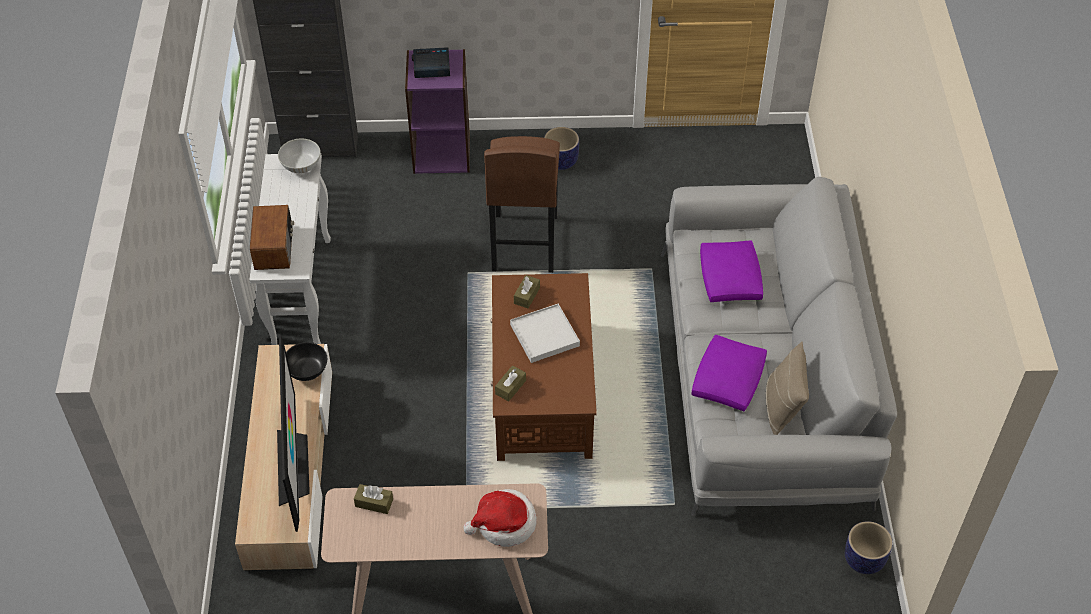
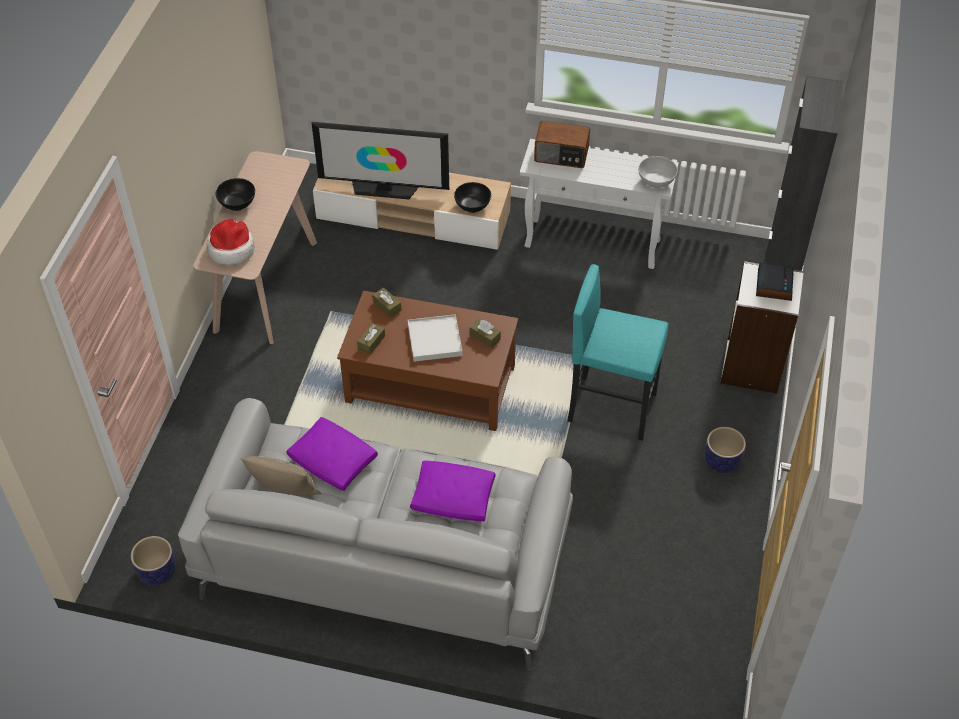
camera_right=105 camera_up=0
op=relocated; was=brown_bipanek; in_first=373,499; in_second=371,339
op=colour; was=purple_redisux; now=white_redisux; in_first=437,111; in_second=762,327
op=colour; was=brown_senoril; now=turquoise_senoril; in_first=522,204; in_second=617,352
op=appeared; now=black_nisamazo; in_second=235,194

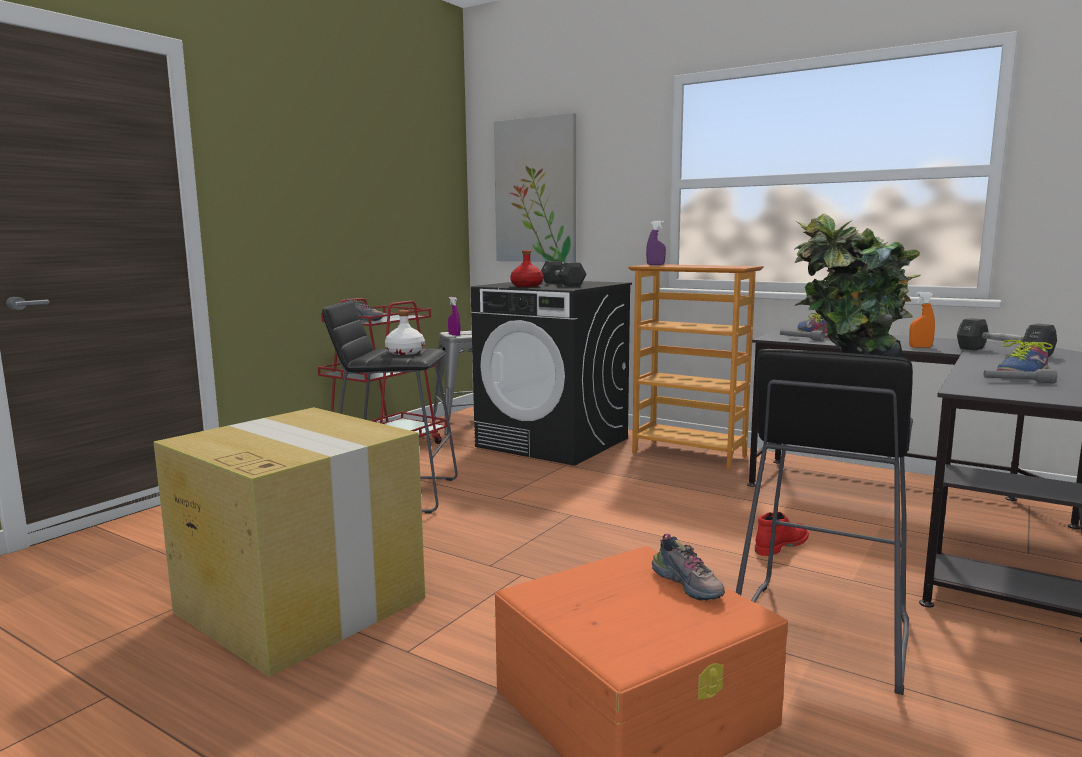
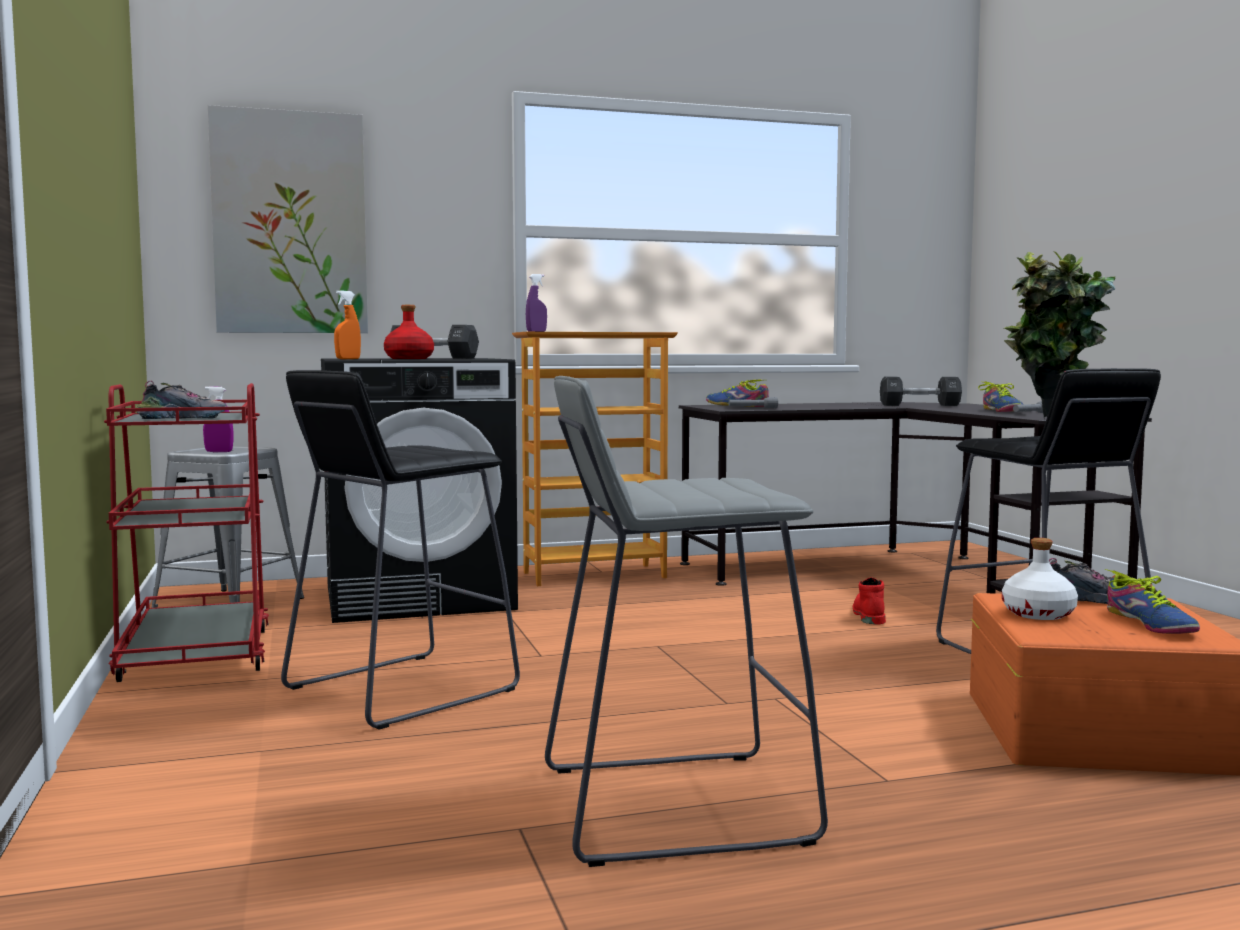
camera_right=-50 camera_up=-5
op=exchanged; was=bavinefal; now=grey_senoril; in_first=289,542; in_second=686,621
op=relocated; was=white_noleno; in_first=405,332; in_second=1040,579
op=relocated; was=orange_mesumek; in_first=922,320; in_second=347,324
op=appeared; now=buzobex; in_second=1152,601

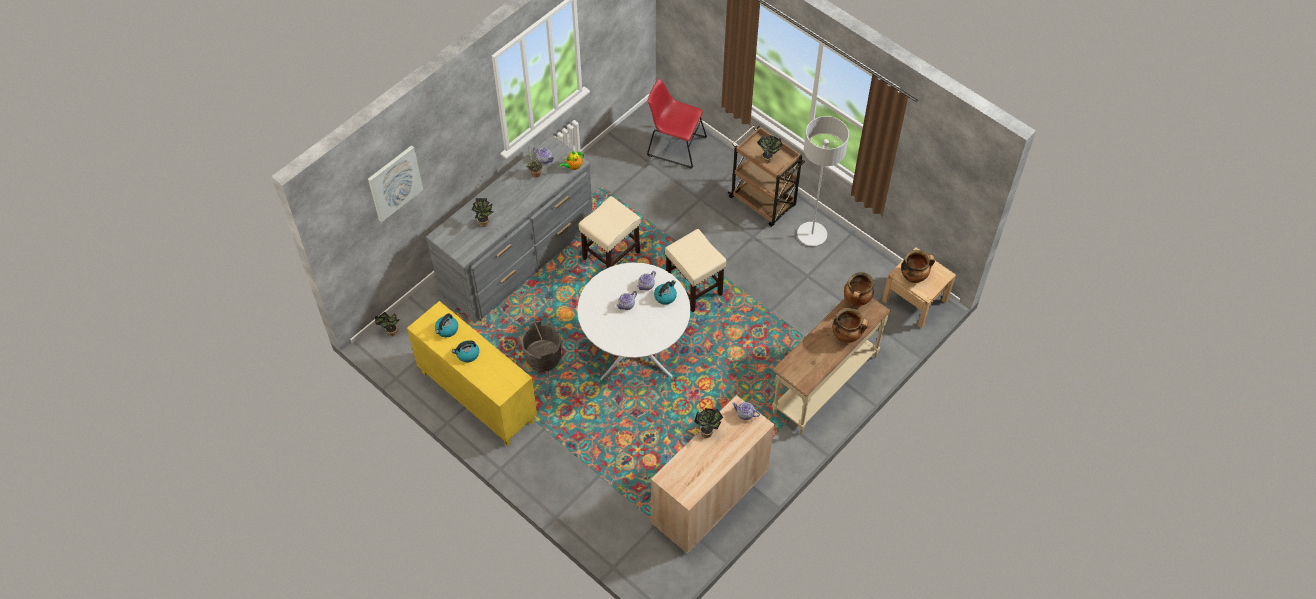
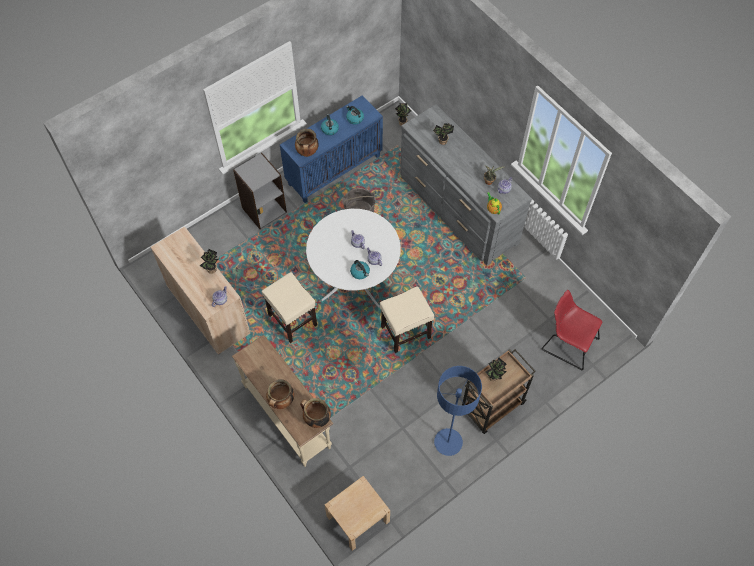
camera_right=100 camera_up=5
op=missing; was=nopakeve; in_first=395,183
op=colour; was=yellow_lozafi; now=blue_lozafi; in_first=472,373; in_second=331,149
op=relocated; was=beige_senoril; in_first=609,232; in_second=289,307
op=spun; was=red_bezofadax; in_first=677,124; in_second=571,330; clockwise=-90
op=colour; was=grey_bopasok; now=blue_bopasok; in_first=823,181; in_second=458,411
op=relocated; was=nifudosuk; in_first=918,266; in_second=307,143
op=appeared; now=grey_redisux; in_second=260,191

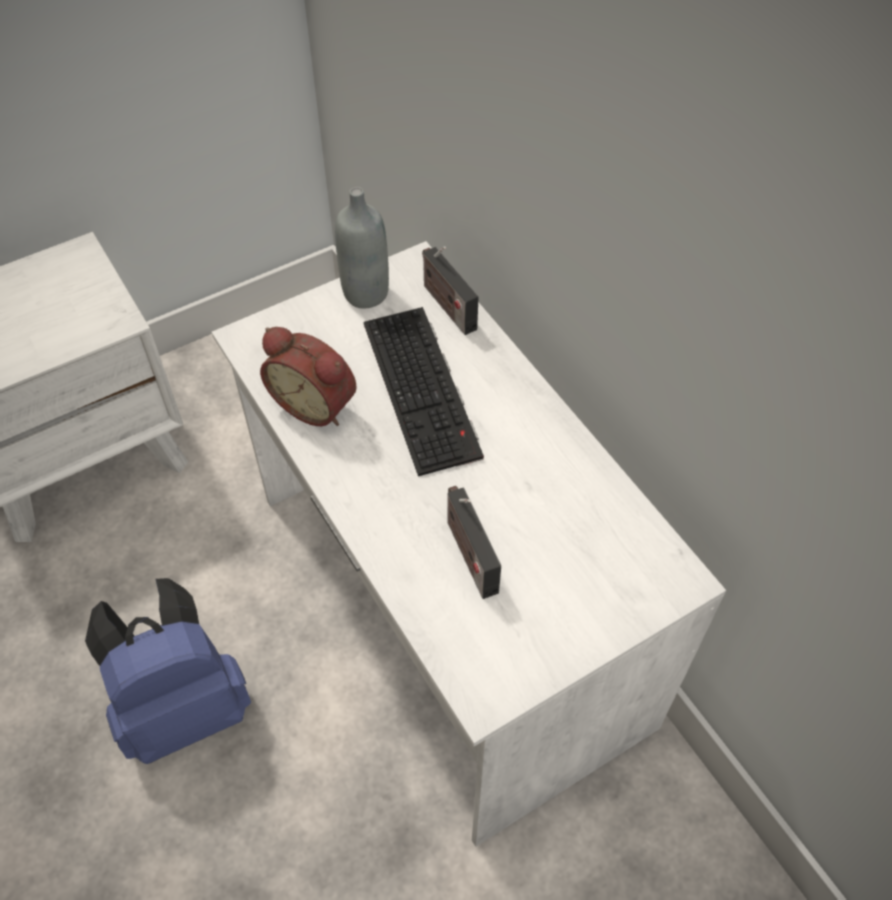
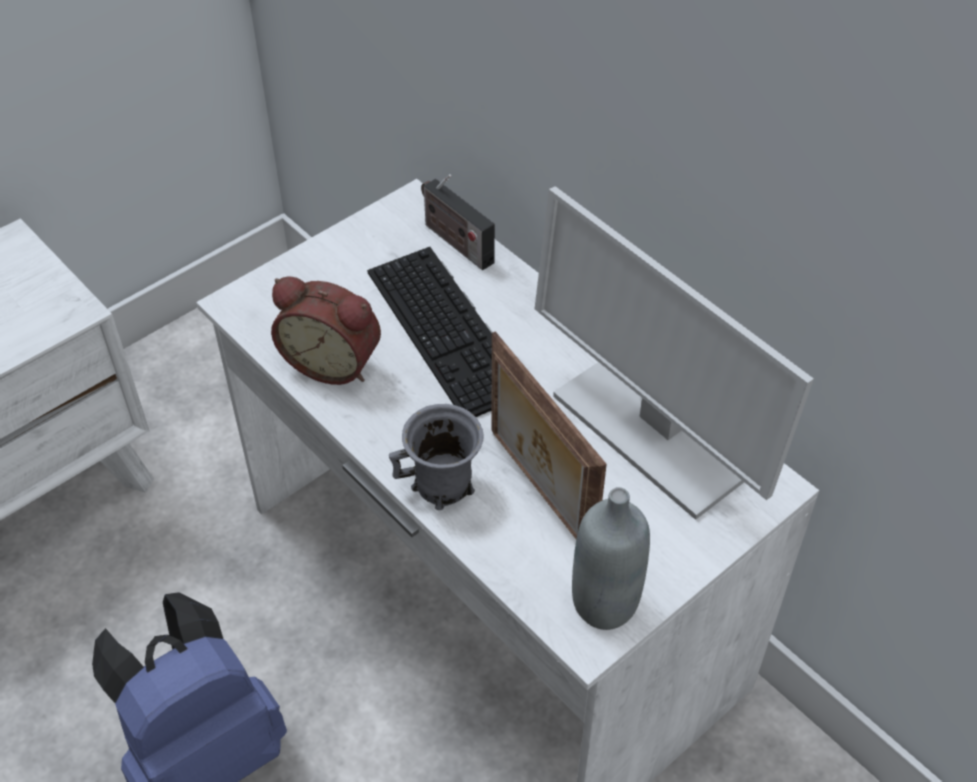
camera_right=-10 camera_up=-5
op=relocated; was=grey_noleno; in_first=362,248; in_second=611,558
op=exchanged; was=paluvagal; now=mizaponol; in_first=474,542; in_second=549,435
op=appeared; now=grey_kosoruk; in_second=436,457
op=appeared; now=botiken; in_second=674,353

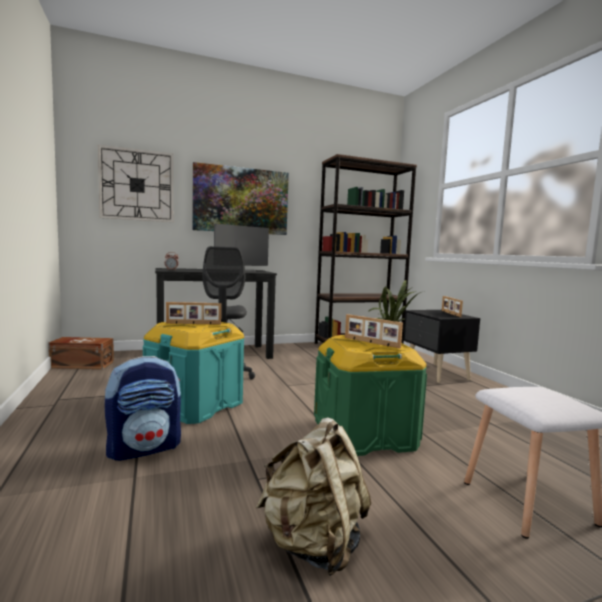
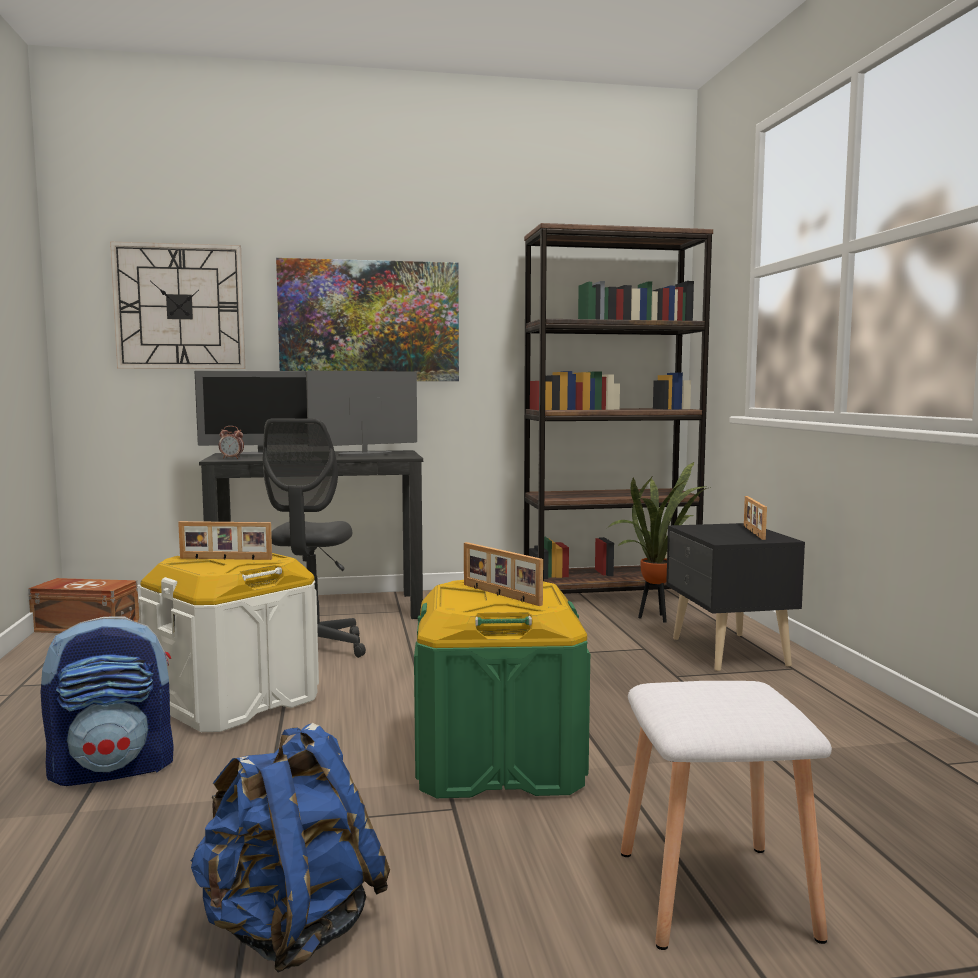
camera_right=10 camera_up=0
op=colour; was=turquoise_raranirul; now=white_raranirul; in_first=193,373; in_second=229,642
op=colour; was=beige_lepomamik; now=blue_lepomamik; in_first=313,496; in_second=290,847
op=appeared; now=botiken; in_second=251,414

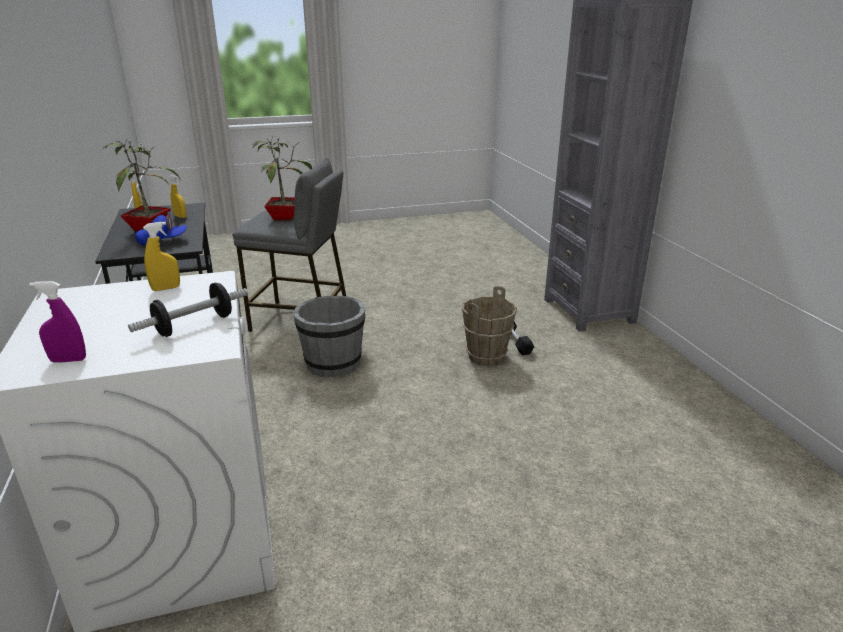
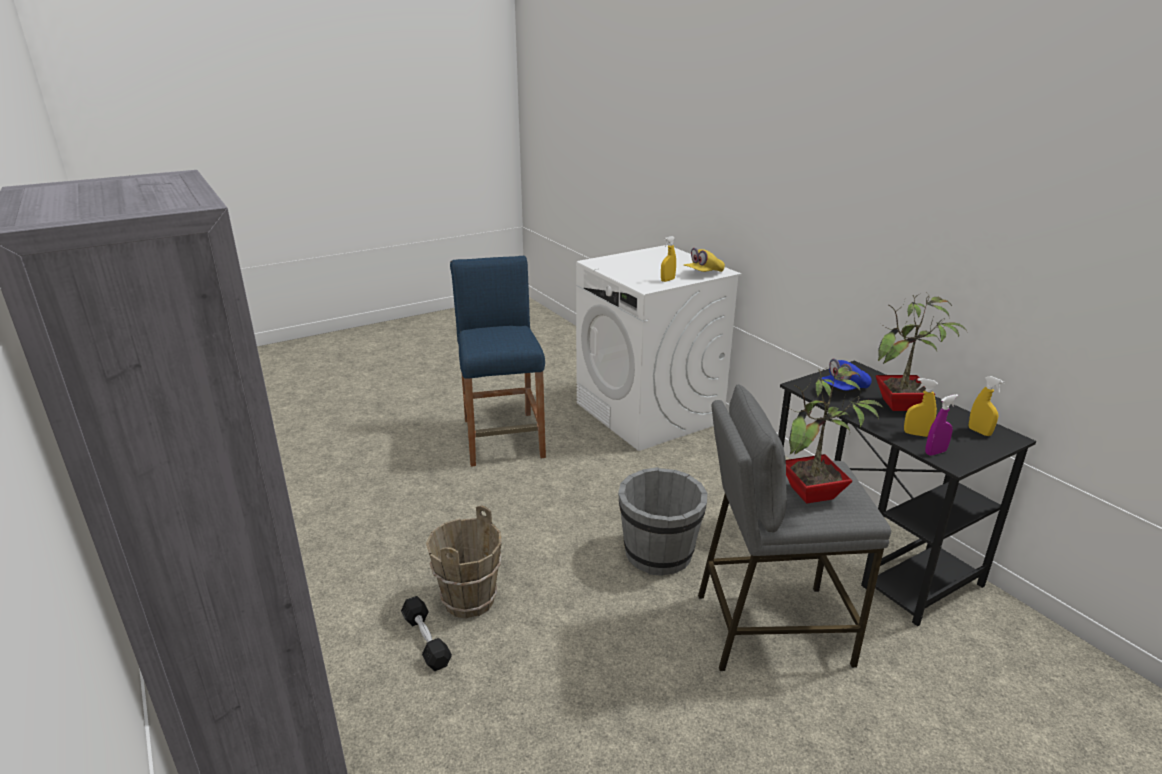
camera_right=165 camera_up=0
op=relocated; was=purple_mesumek; in_first=57,322; in_second=941,424
op=missing; was=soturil; in_first=188,310
op=appeared; now=blue_senoril; in_second=498,361
op=appeared; now=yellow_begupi; in_second=704,260

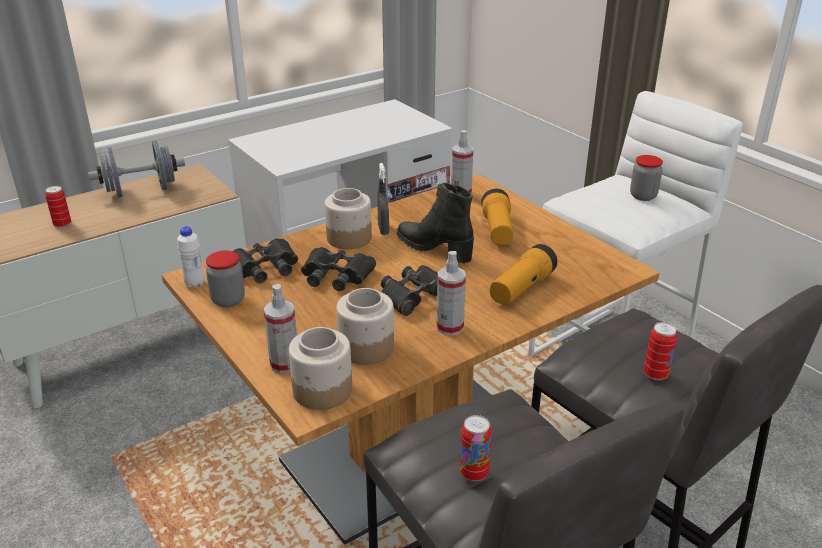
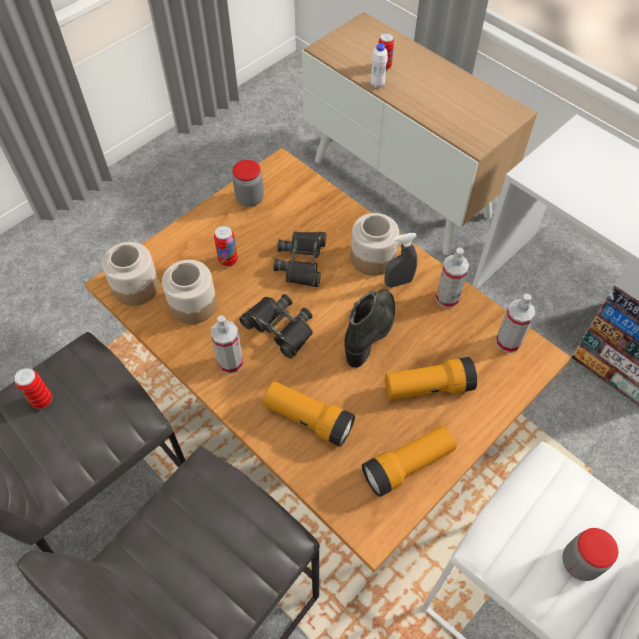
camera_right=80 camera_up=25
op=missing; was=grey_soturil; in_first=136,169
op=relocated; was=white_noleno; in_first=191,257; in_second=379,65
op=missing; was=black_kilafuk; in_first=265,260
op=relocated; was=mesumek; in_first=280,328; in_second=452,278
op=relocated; was=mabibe; in_first=660,351; in_second=226,246
op=appeared; now=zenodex; in_second=409,461

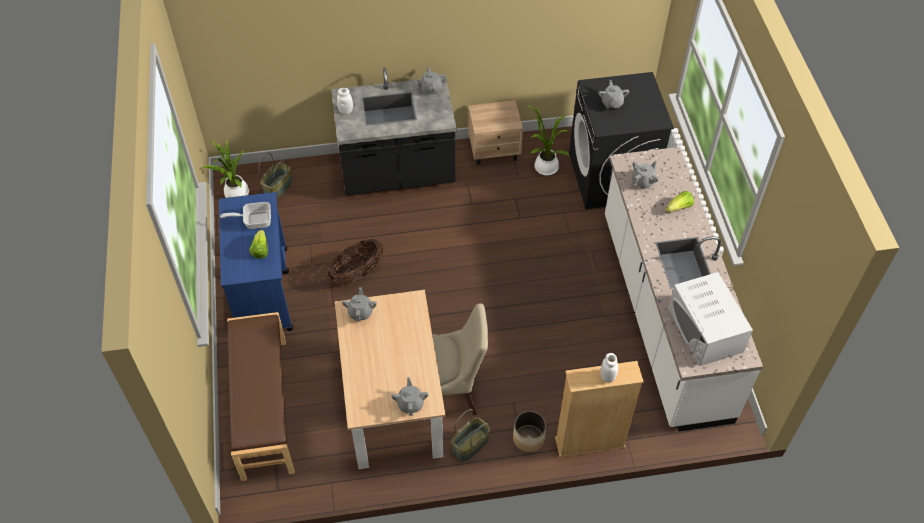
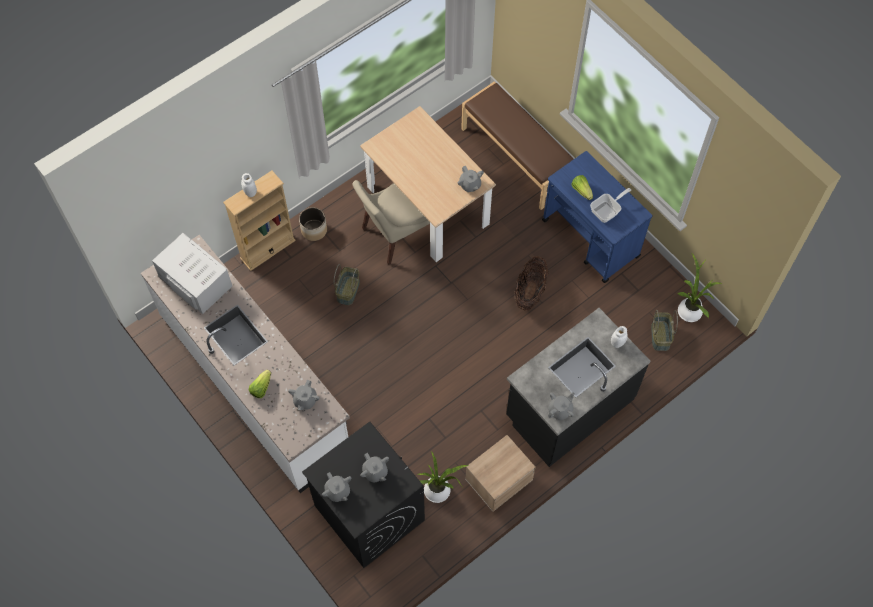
camera_right=150 camera_up=10
op=relocated; was=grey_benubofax; in_first=410,396; in_second=336,487
op=relocated; was=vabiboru; in_first=470,435; in_second=347,284

